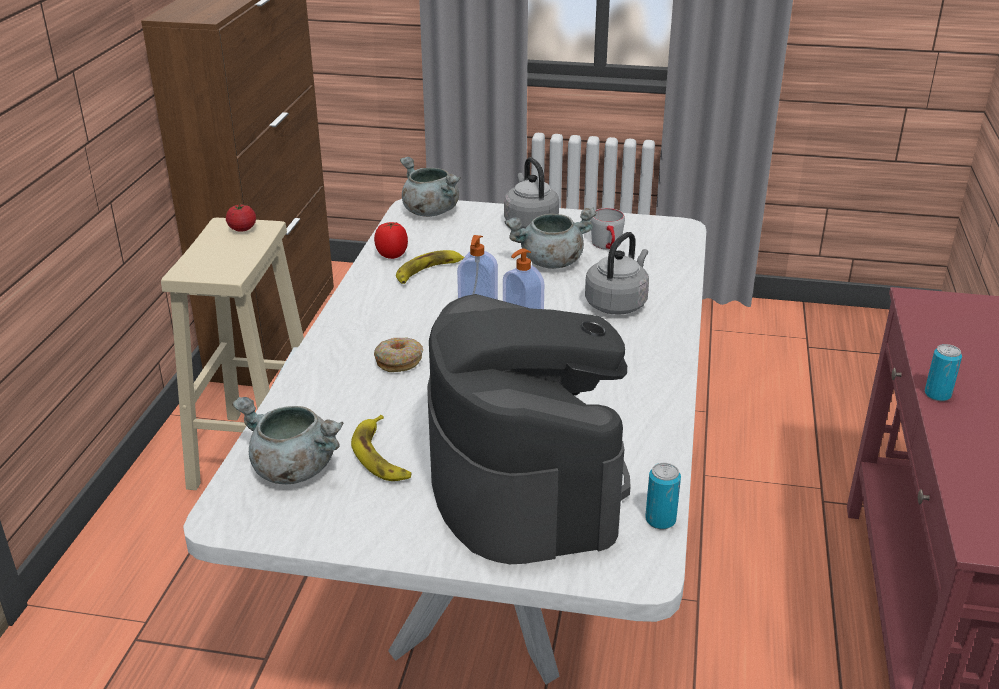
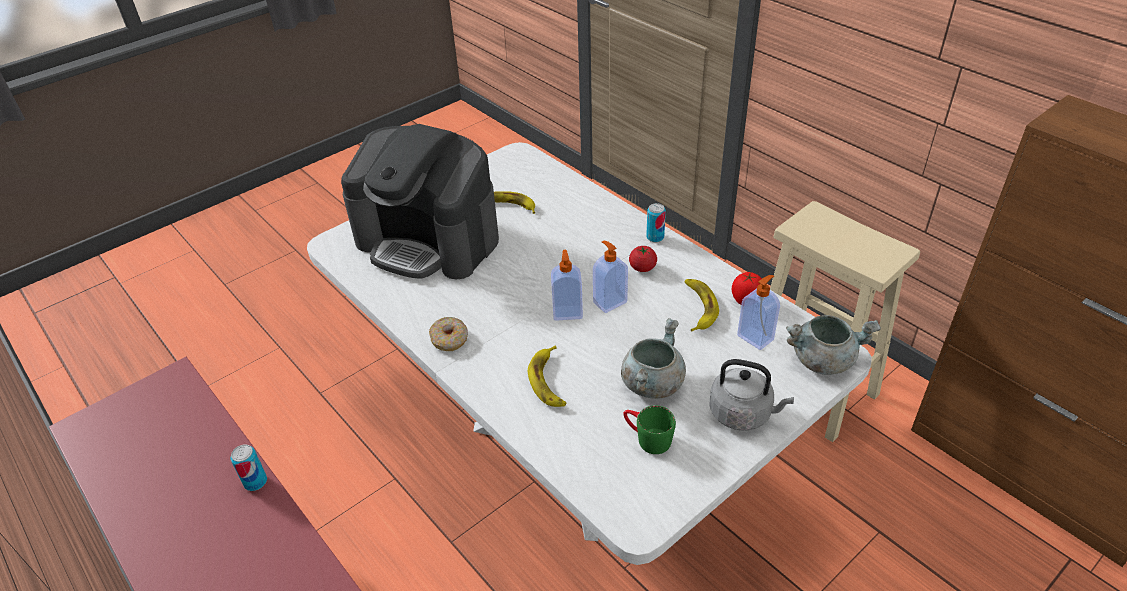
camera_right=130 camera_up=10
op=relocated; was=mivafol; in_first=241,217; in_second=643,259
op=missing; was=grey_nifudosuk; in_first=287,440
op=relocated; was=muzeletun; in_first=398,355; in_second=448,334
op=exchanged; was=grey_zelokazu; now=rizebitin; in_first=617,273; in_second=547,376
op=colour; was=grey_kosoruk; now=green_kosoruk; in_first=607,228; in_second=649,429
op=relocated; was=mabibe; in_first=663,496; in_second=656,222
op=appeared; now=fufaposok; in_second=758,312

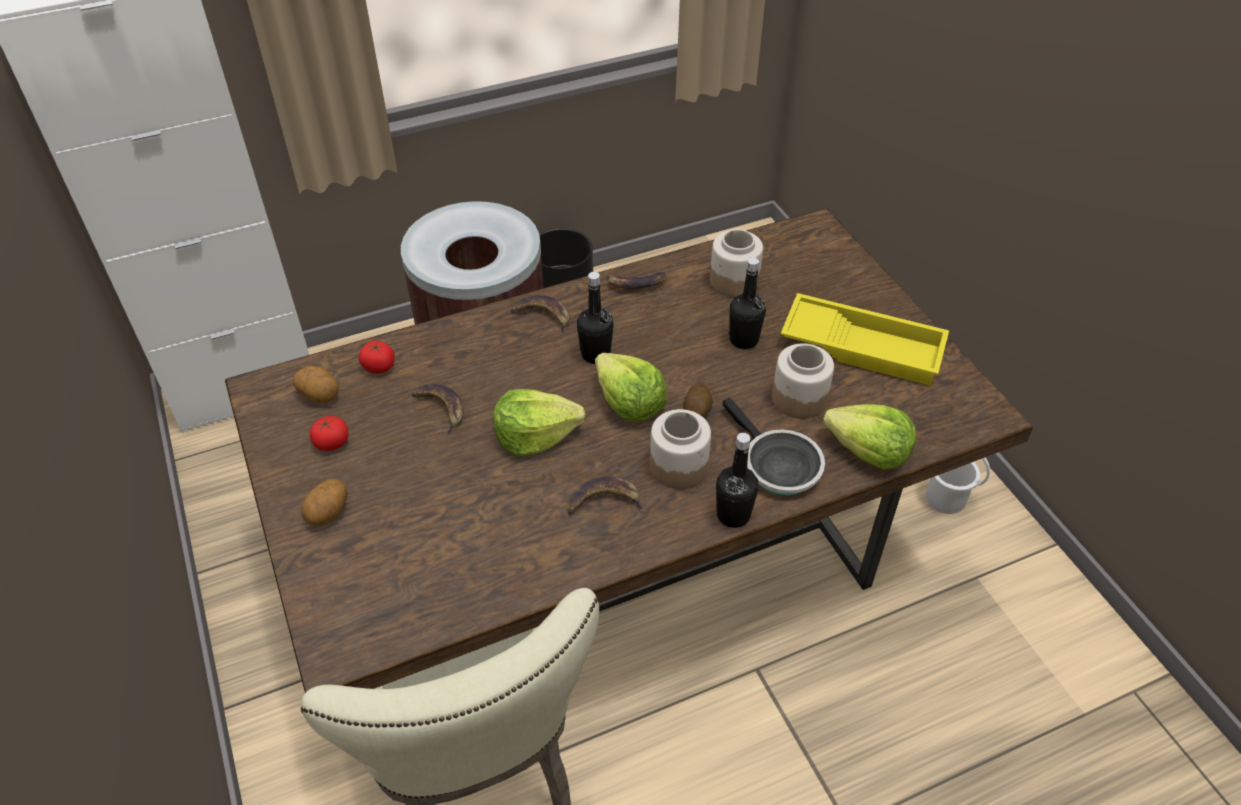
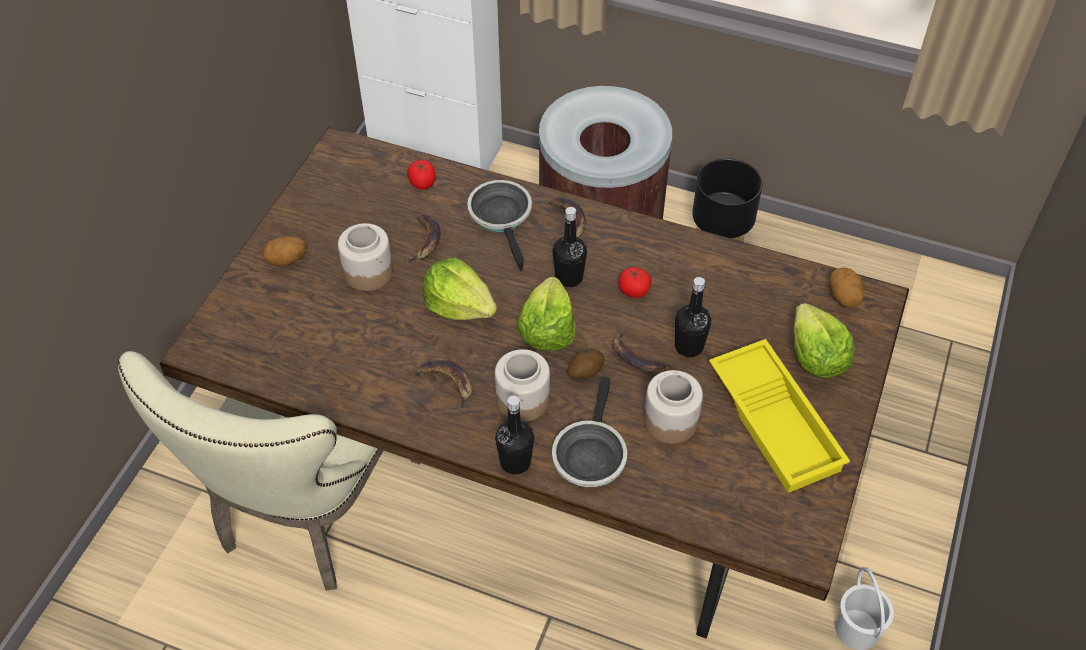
camera_right=45 camera_up=5
op=relocated; was=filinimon; in_first=315,384; in_second=846,288
op=relocated; was=mivafol; in_first=329,433; in_second=635,282
op=relocated; was=rizebitin; in_first=635,280; in_second=641,352
op=relocated; was=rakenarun; in_first=736,263; in_second=365,257
op=relocated; was=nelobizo; in_first=869,437; in_second=824,340
op=appeared; now=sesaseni; in_second=499,225

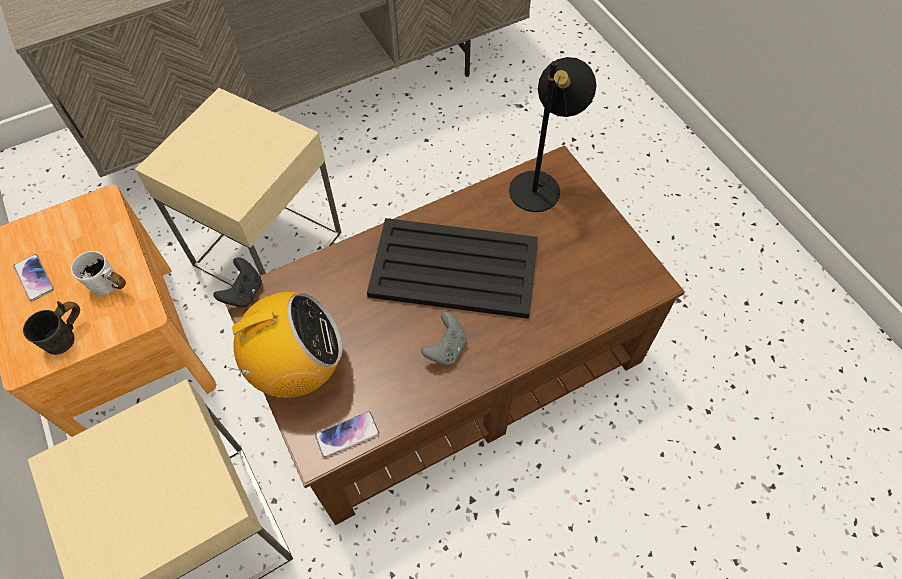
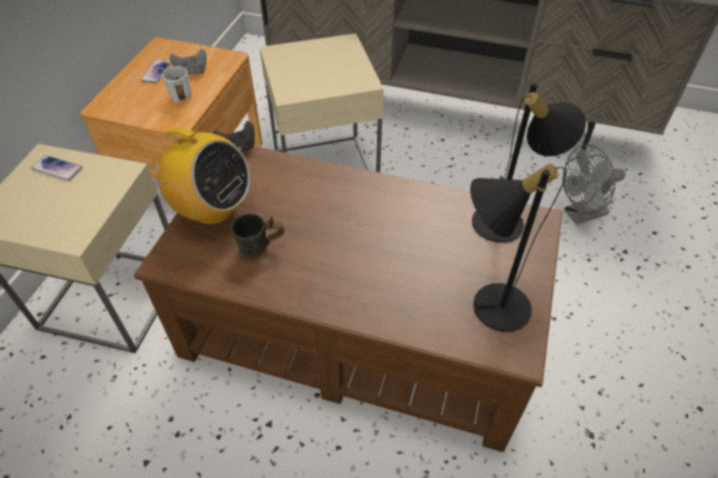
camera_right=45 camera_up=-10
op=relocated; was=grey_kosoruk; in_first=51,328; in_second=257,236
op=relocated; was=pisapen; in_first=347,434; in_second=56,168
op=missing; was=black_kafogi; in_first=452,268
op=relocated; was=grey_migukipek; in_first=444,338; in_second=188,62
op=appeared; now=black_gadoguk; in_second=518,247
op=appeared; now=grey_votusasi; in_second=594,185

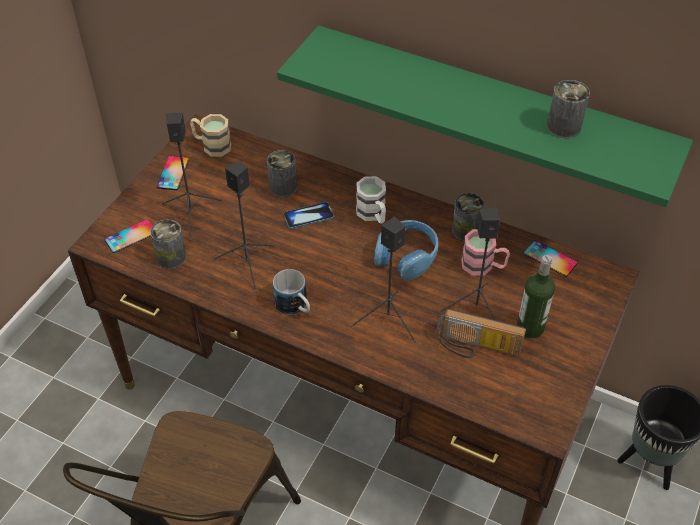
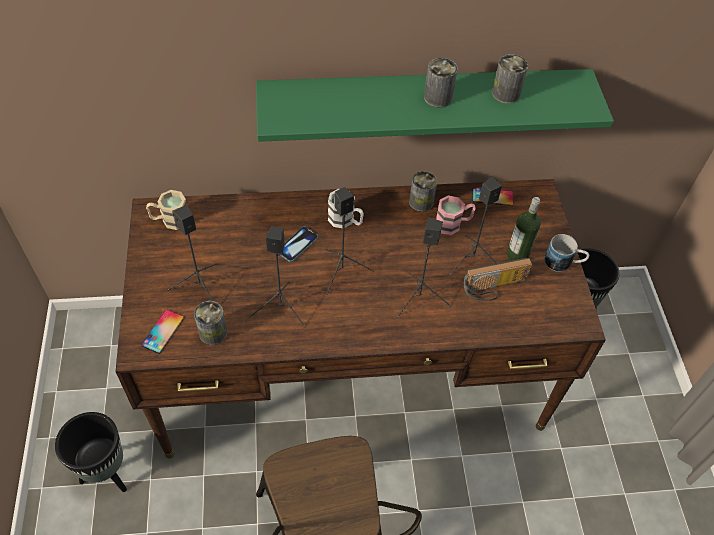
camera_right=-35 camera_up=5
op=missing; was=pisapen; in_first=173,173
op=relocated; was=mabibe; in_first=282,173; in_second=441,82
op=relocated; was=kosoruk; in_first=291,292; in_second=566,253
op=missing; was=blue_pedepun; in_first=406,250
op=appeared; now=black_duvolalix; in_second=91,452
op=appeared; now=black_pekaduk; in_second=349,241

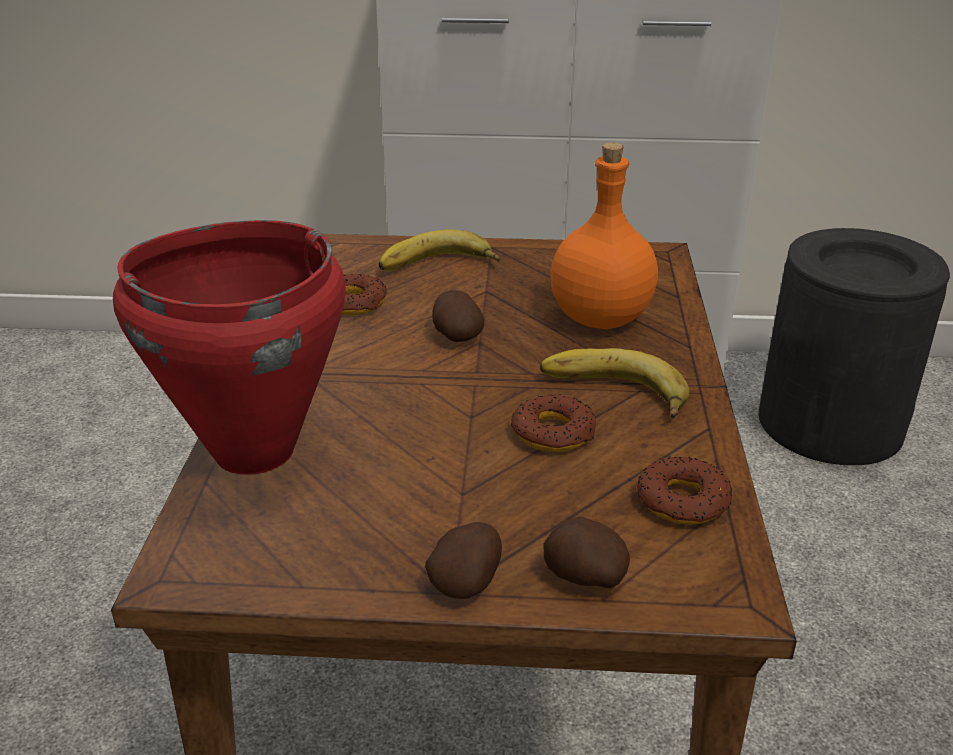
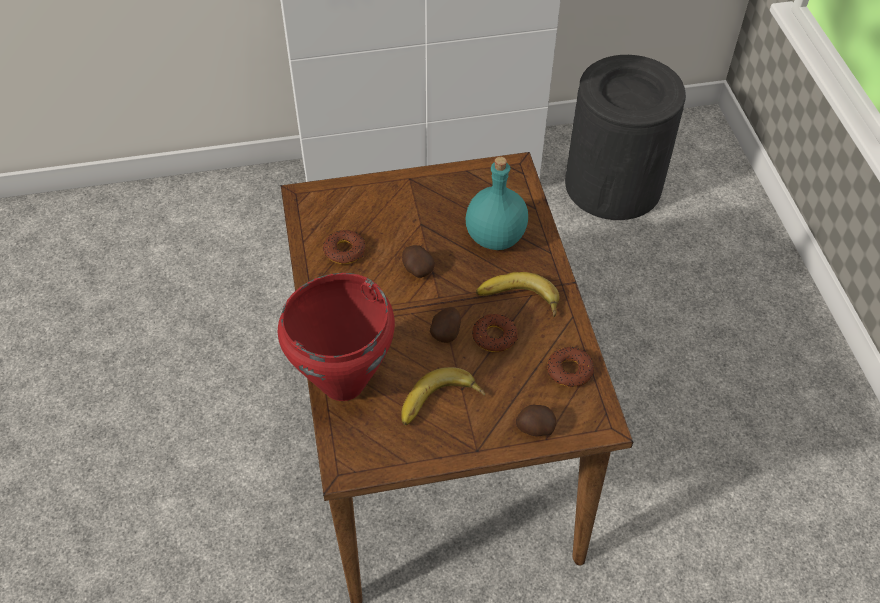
camera_right=-15 camera_up=20
op=relocated; was=rizebitin; in_first=439,250; in_second=443,396
op=relocated; was=filinimon; in_first=463,560; in_second=445,325
op=colour; was=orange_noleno; now=turquoise_noleno; in_first=604,236; in_second=497,203

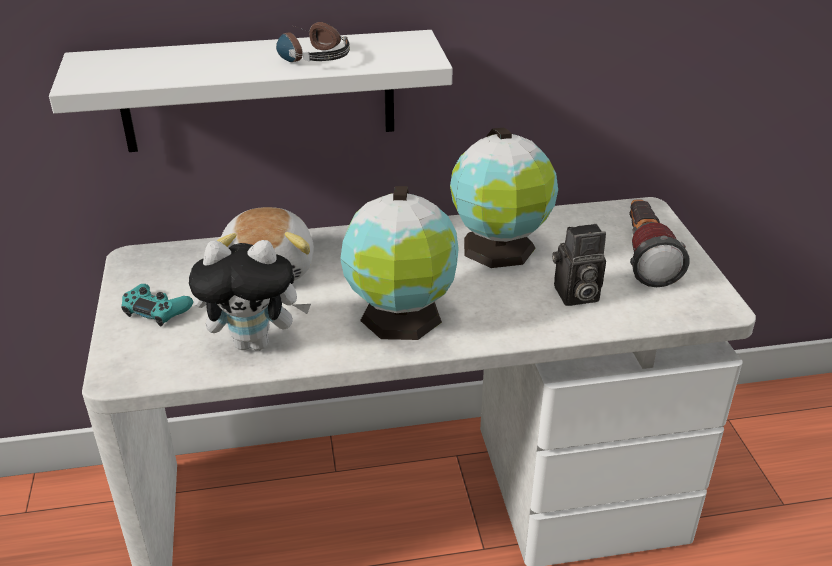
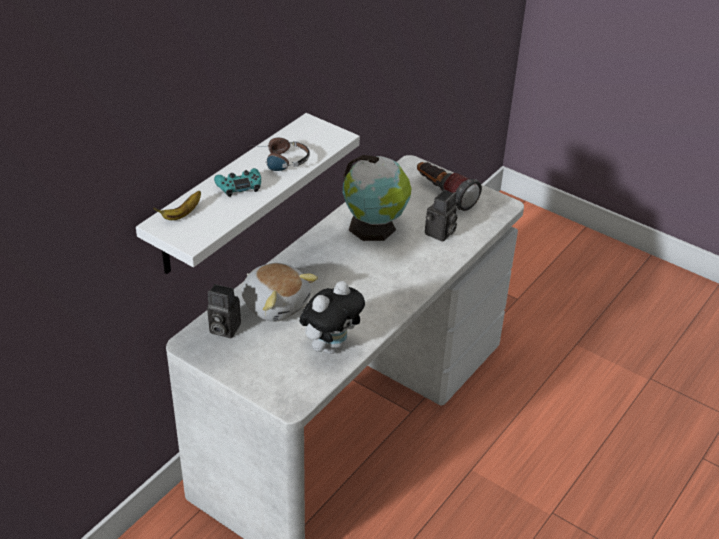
camera_right=-45 camera_up=5
op=relocated; was=turquoise_migukipek; in_first=157,305; in_second=237,182
op=missing; was=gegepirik; in_first=399,263
op=appeared; now=rizebitin; in_second=177,205
op=appeared; now=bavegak; in_second=224,311

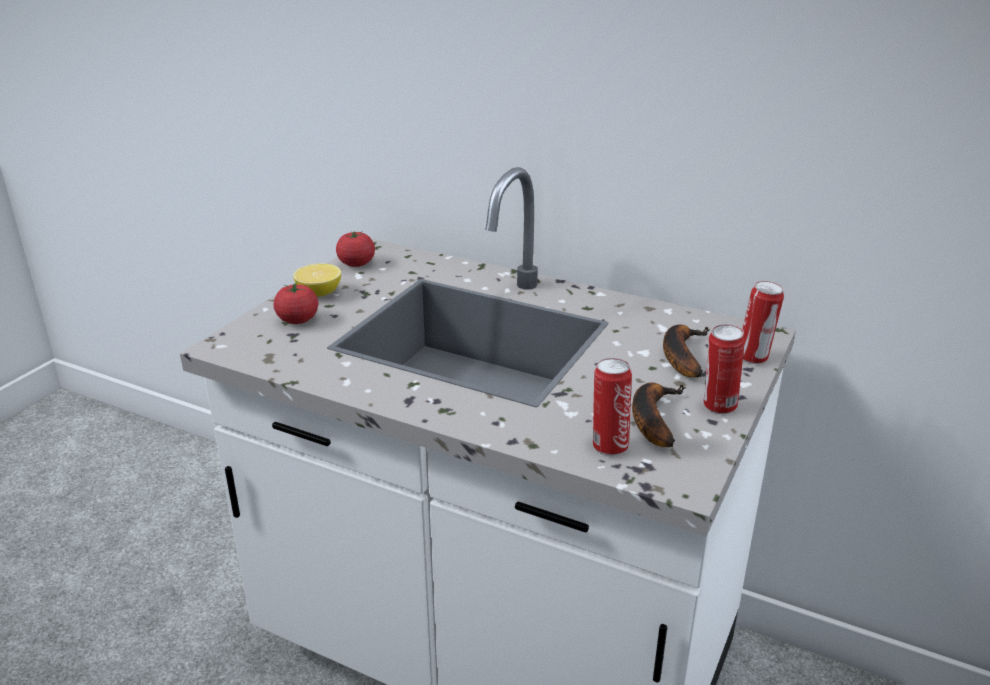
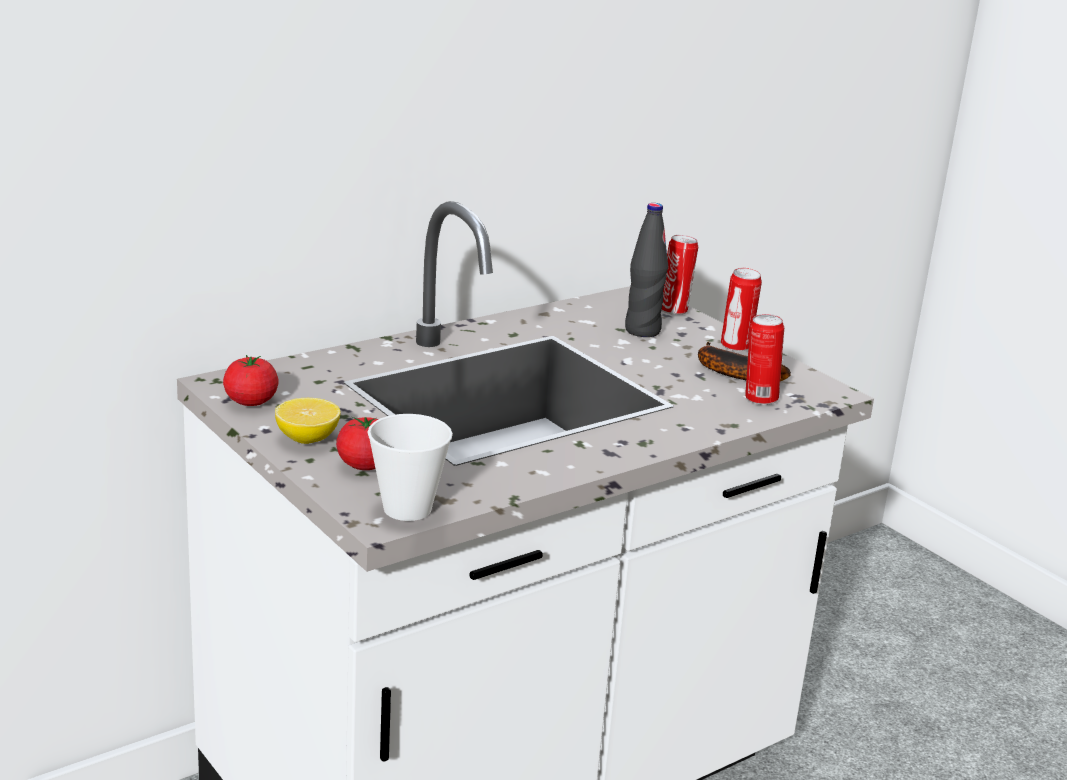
camera_right=-65 camera_up=-5
op=exchanged; was=rizebitin; now=black_noleno; in_first=686,351; in_second=646,270
op=appeared; now=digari; in_second=410,467

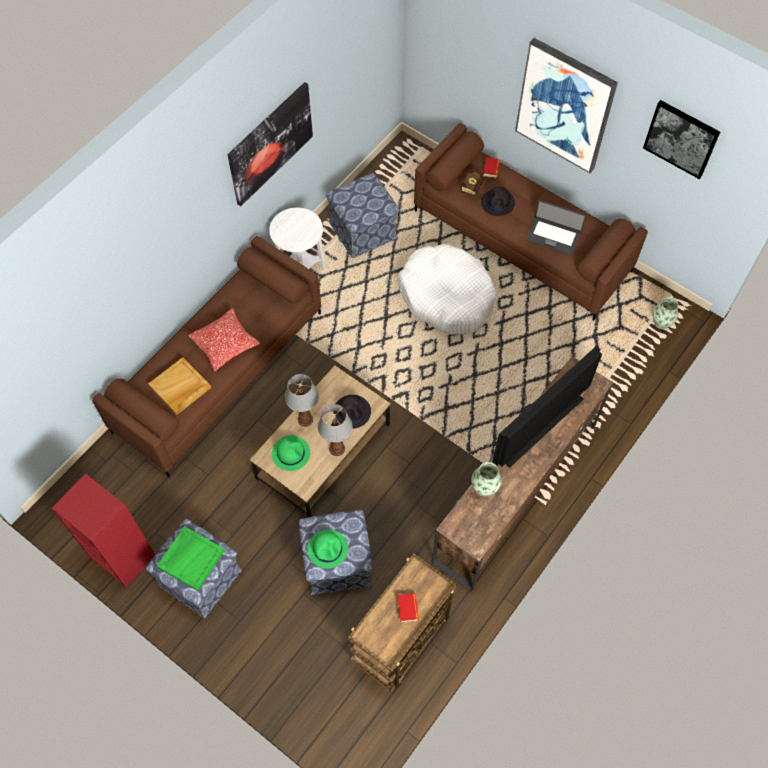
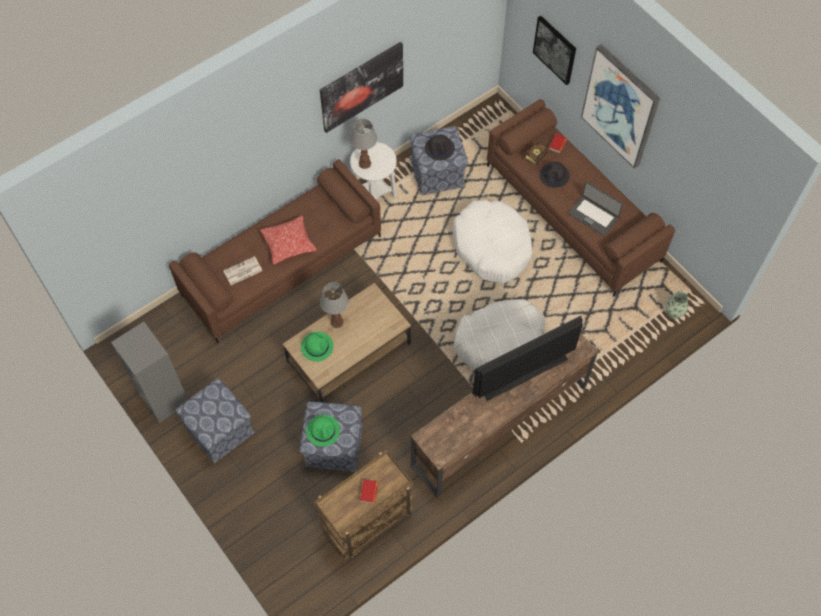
camera_right=15 camera_up=0
op=colour; was=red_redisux; now=grey_redisux; in_first=103,530; in_second=149,372
op=exchanged; was=beige_kafogi; now=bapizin; in_first=179,386; in_second=242,270
op=missing; was=green_kafogi; in_first=191,558
op=relocated; was=gadoguk; in_first=335,430; in_second=363,144
op=relocated; was=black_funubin; in_first=352,412; in_second=440,147
op=missing; was=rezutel; in_first=486,479
op=relocated; was=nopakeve; in_first=681,139; in_second=554,50
op=appeared; now=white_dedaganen; in_second=499,335

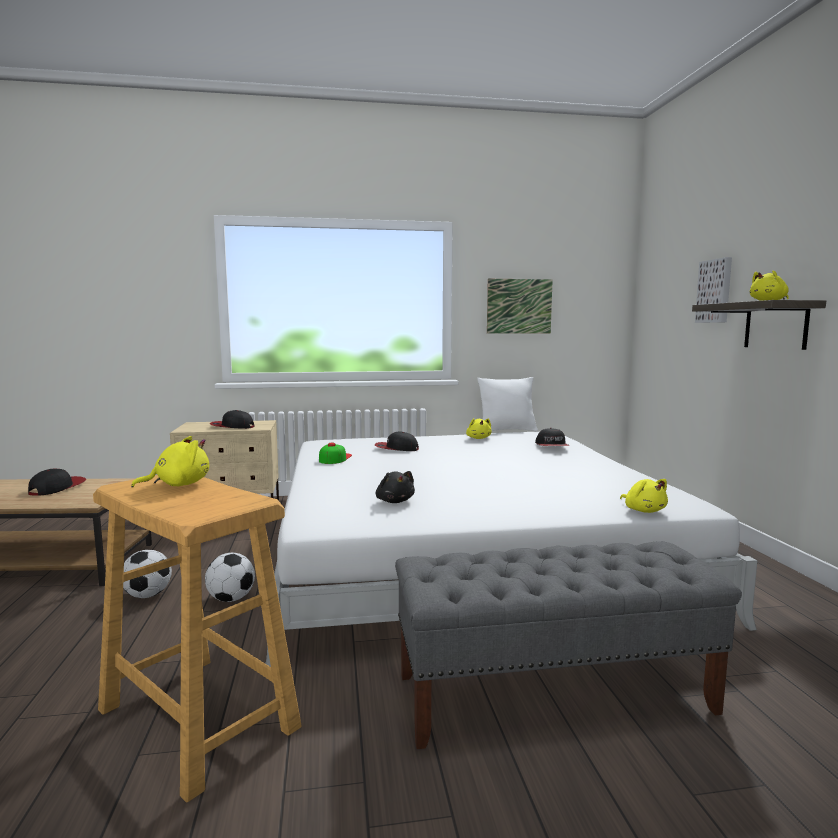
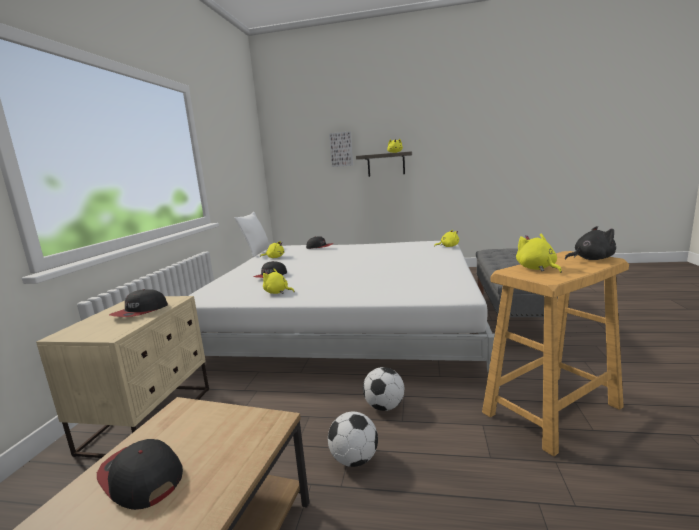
camera_right=-70 camera_up=5
op=exchanged; was=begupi; now=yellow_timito; in_first=335,453; in_second=279,281
op=relocated; was=black_timito; in_first=395,487; in_second=590,243
op=missing; was=nopakeve; in_first=520,306

